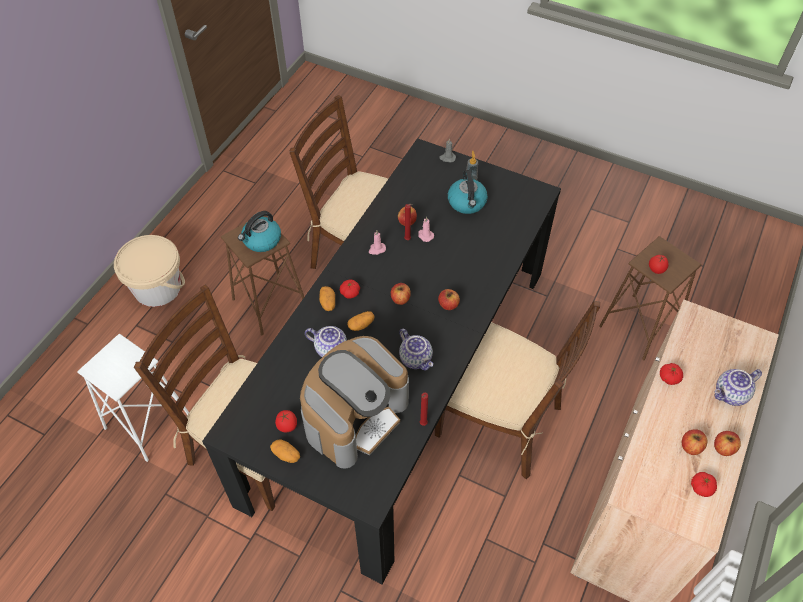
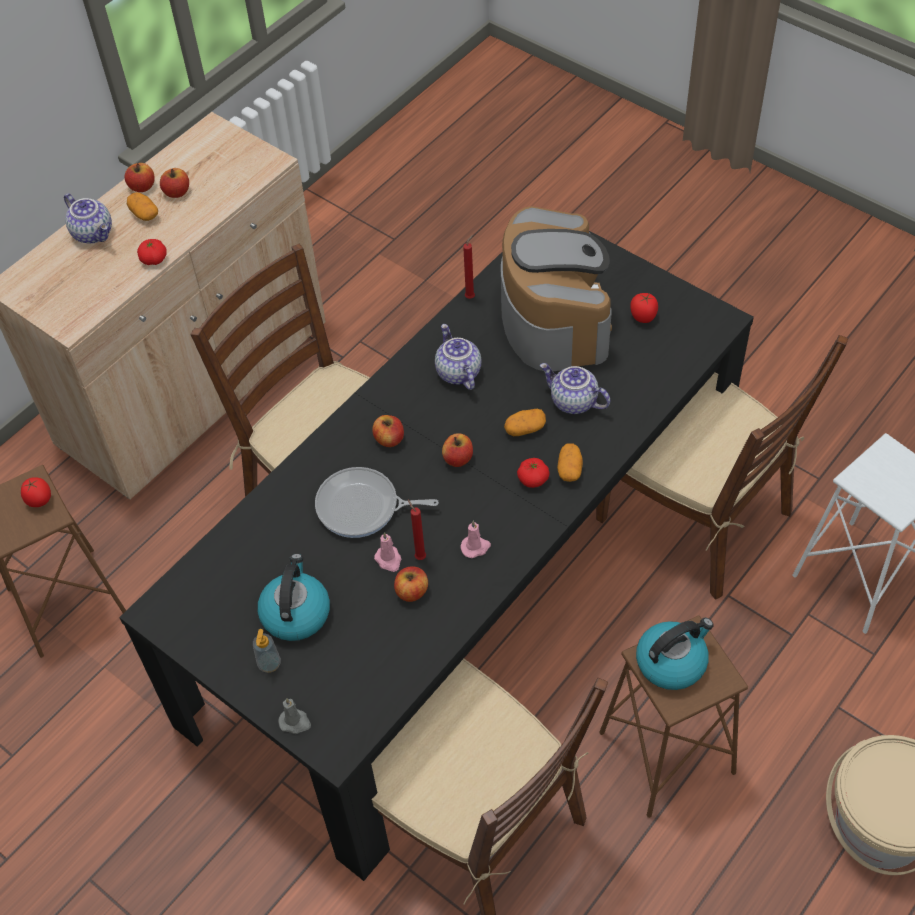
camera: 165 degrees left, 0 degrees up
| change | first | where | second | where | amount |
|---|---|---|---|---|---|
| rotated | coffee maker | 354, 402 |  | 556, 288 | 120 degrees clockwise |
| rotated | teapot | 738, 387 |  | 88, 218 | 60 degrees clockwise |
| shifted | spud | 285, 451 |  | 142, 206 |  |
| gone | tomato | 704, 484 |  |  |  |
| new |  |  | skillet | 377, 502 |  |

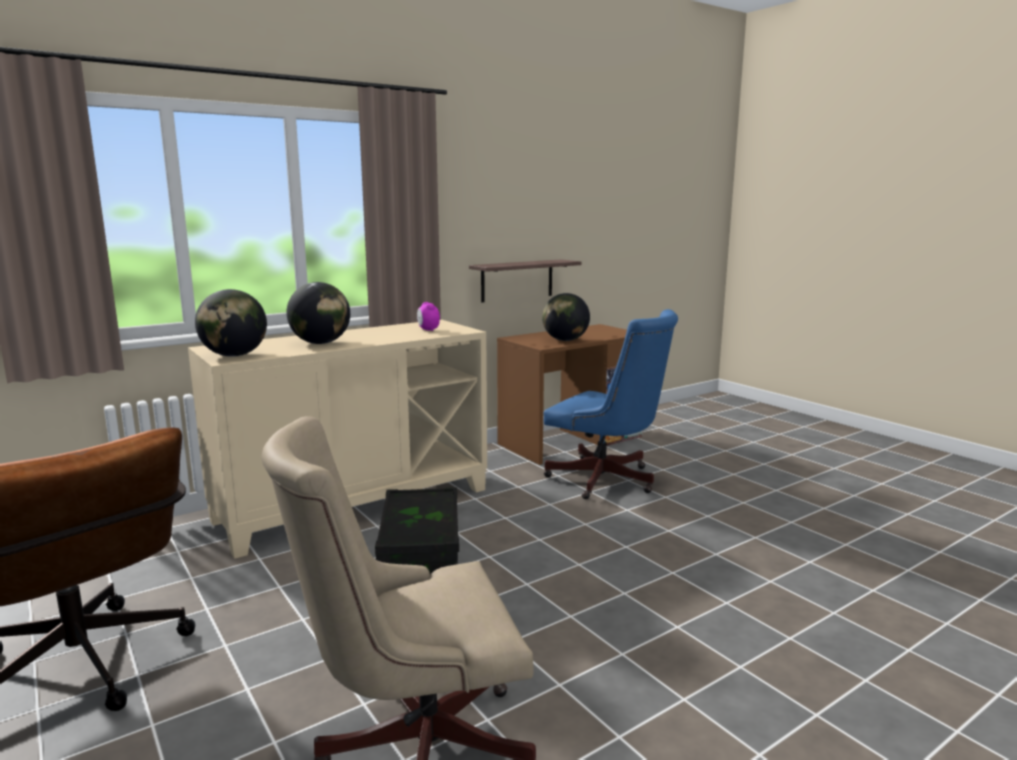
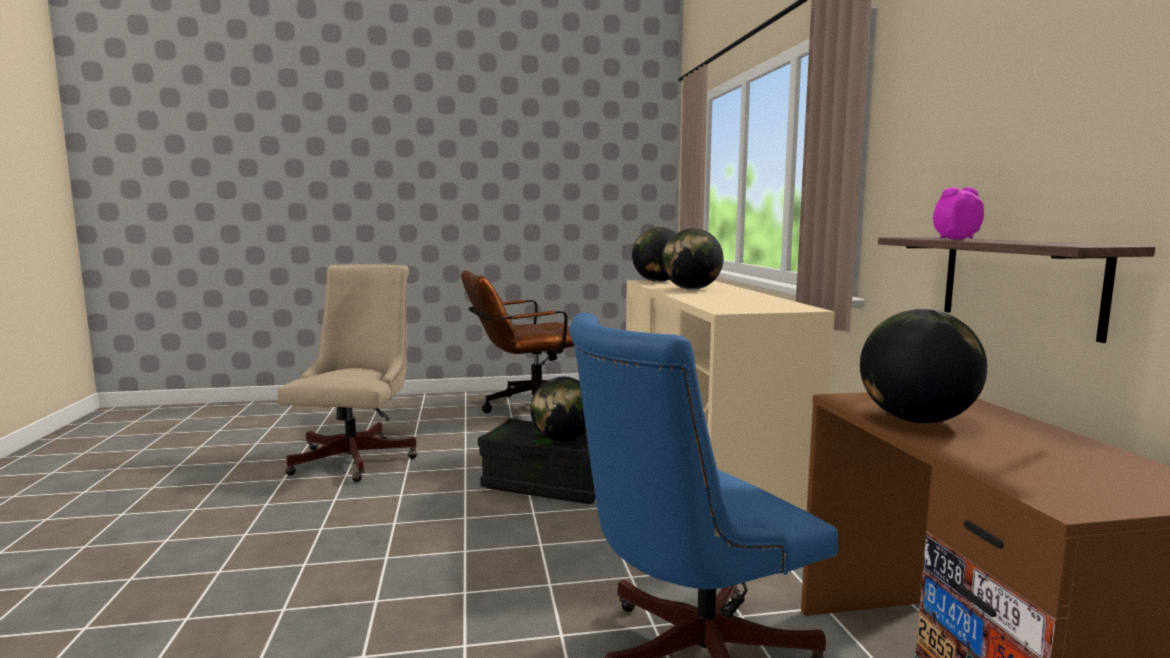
camera: 115 degrees right, 5 degrees down
| change | first | where | second | where | amount |
|---|---|---|---|---|---|
| shifted | bedside clock | 428, 316 |  | 958, 213 |  |
| new |  |  | world globe | 558, 409 |  |

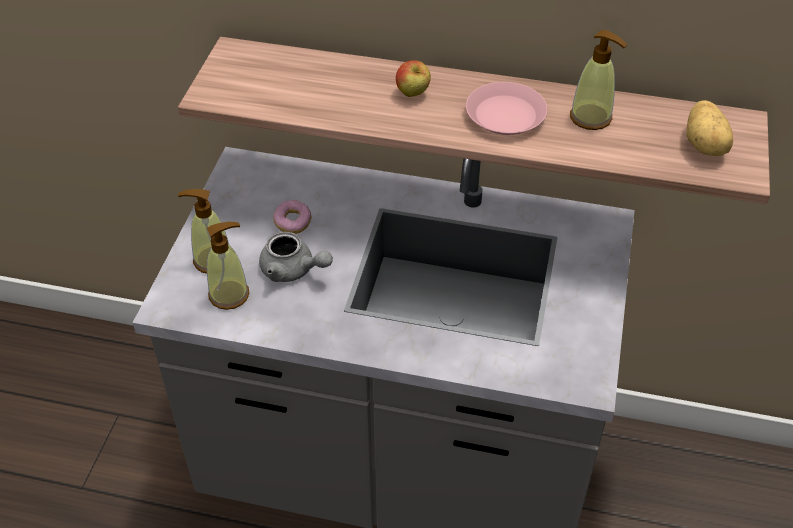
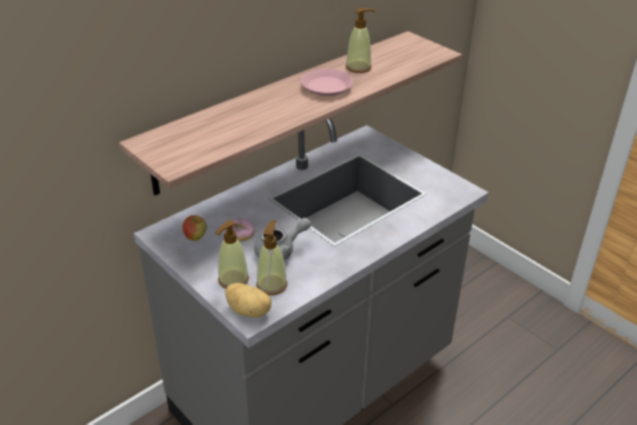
camera: 55 degrees left, 10 degrees down
| change | first | where | second | where | amount |
|---|---|---|---|---|---|
| shifted | whole apple | 413, 78 |  | 195, 228 |  |
| shifted | spud | 709, 128 |  | 248, 300 |  |

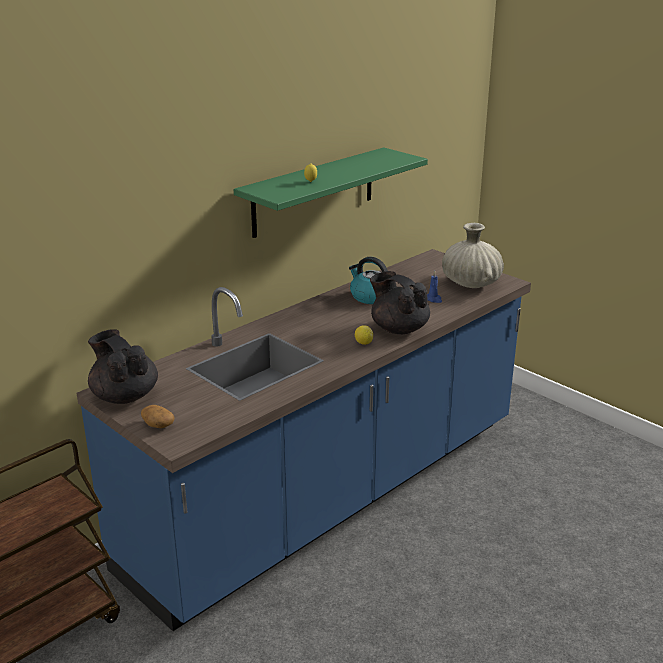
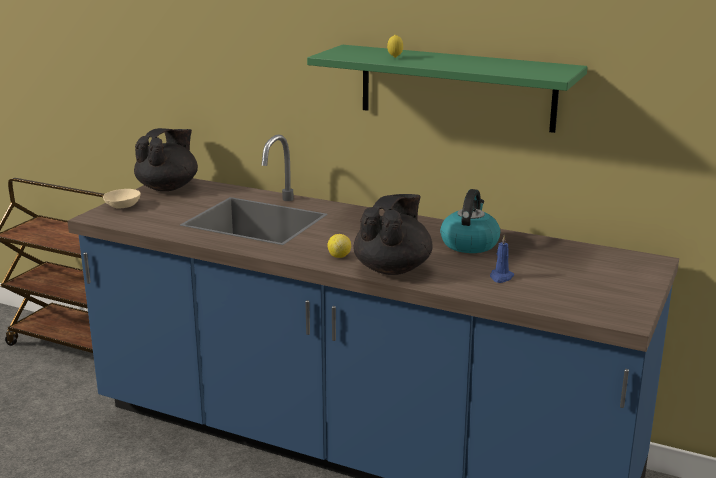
camera: 70 degrees right, 5 degrees down
| change | first | where | second | where | amount |
|---|---|---|---|---|---|
| gone | beige vase | 473, 255 |  |  |  |
| swapped | spud | 158, 416 | beige bowl | 122, 199 |  |

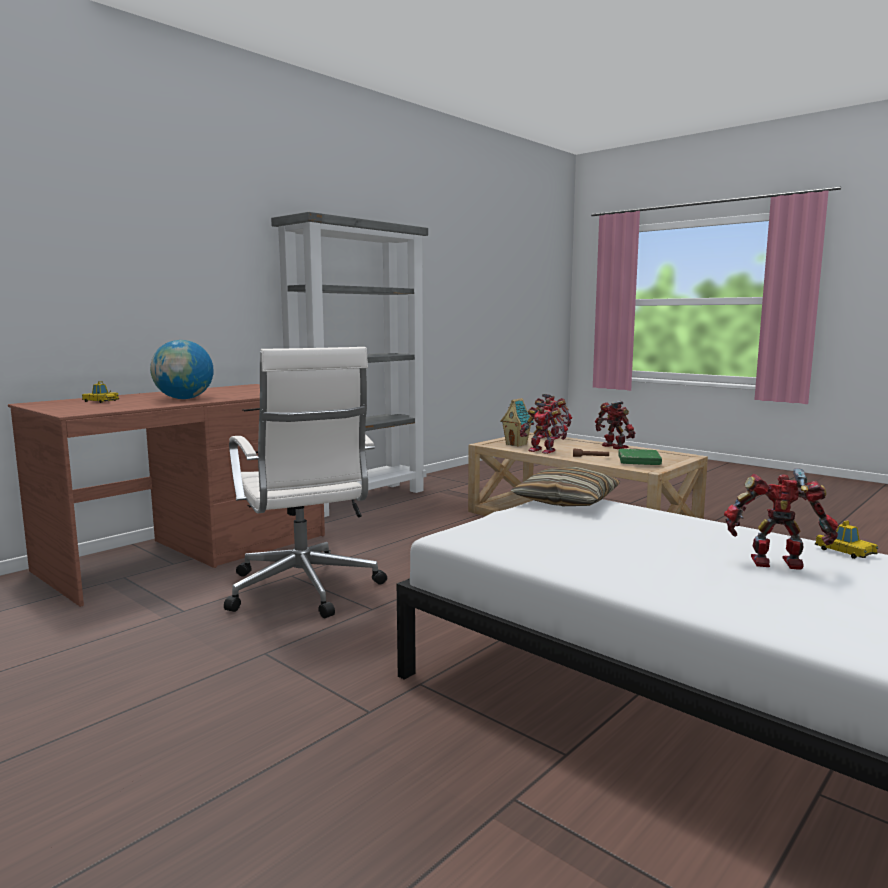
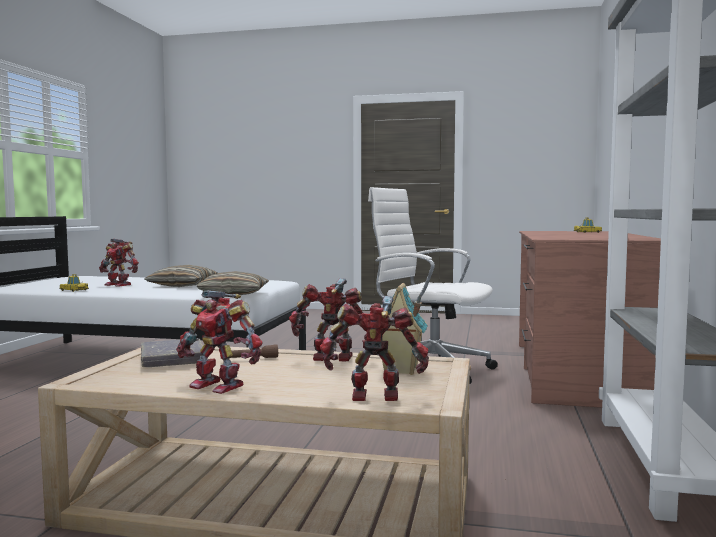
camera: 150 degrees right, 5 degrees down
| change | first | where | second | where | amount |
|---|---|---|---|---|---|
| gone | world globe | 181, 369 |  |  |  |
| repainted | greenish book | 640, 457 | greyish book | 172, 353 |  |
| rotated | toy robot | 781, 519 |  | 119, 262 | 45 degrees clockwise |
| new |  |  | pillow | 180, 276 |  |

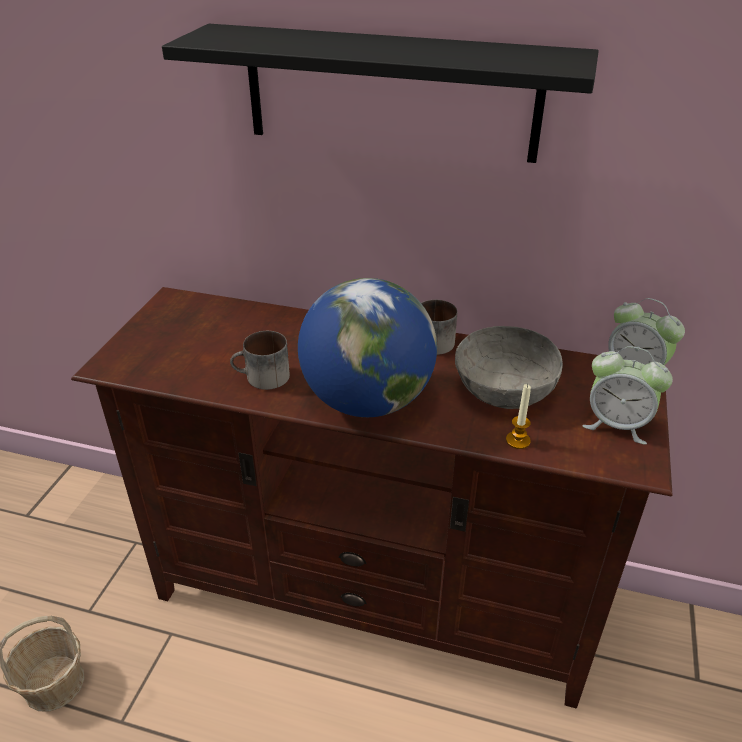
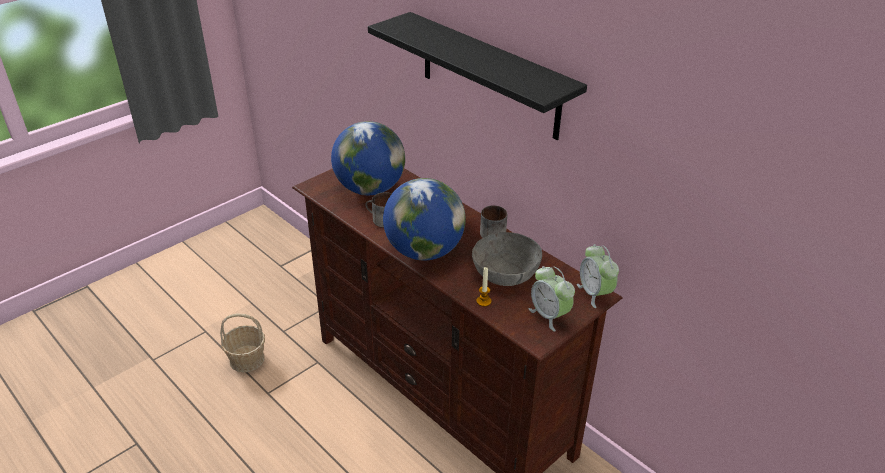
camera: 30 degrees right, 0 degrees up
| change | first | where | second | where | amount |
|---|---|---|---|---|---|
| new |  |  | world globe | 368, 158 |  |

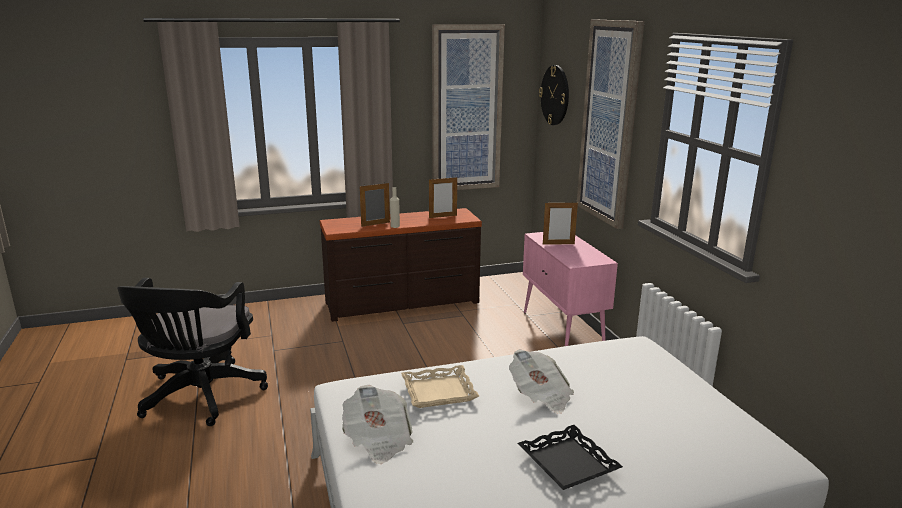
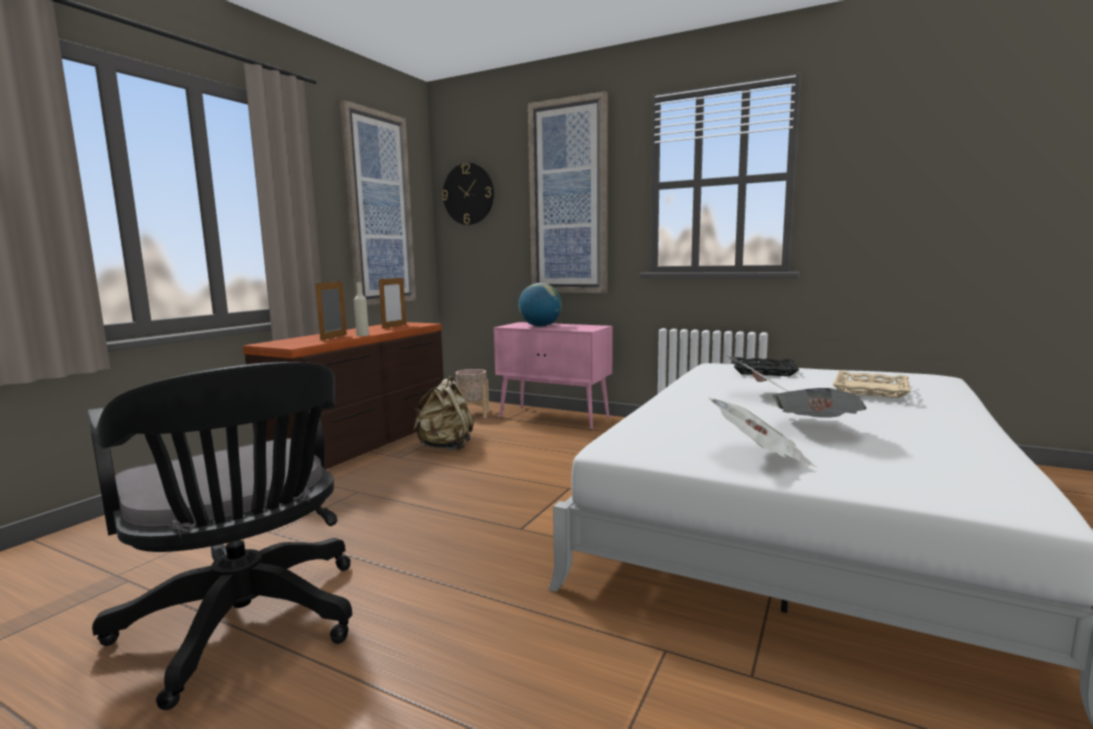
camera: 45 degrees left, 10 degrees down
| change | first | where | second | where | amount |
|---|---|---|---|---|---|
| swapped | standing frame | 560, 223 | world globe | 540, 305 |  |
| shifted | beige tray | 440, 386 |  | 871, 384 |  |
| shifted | black tray | 570, 457 |  | 766, 366 |  |
| new |  |  | beige planter | 472, 393 |  |
| new |  |  | beige knapsack | 443, 413 |  |
| new |  |  | daily paper | 819, 403 |  |

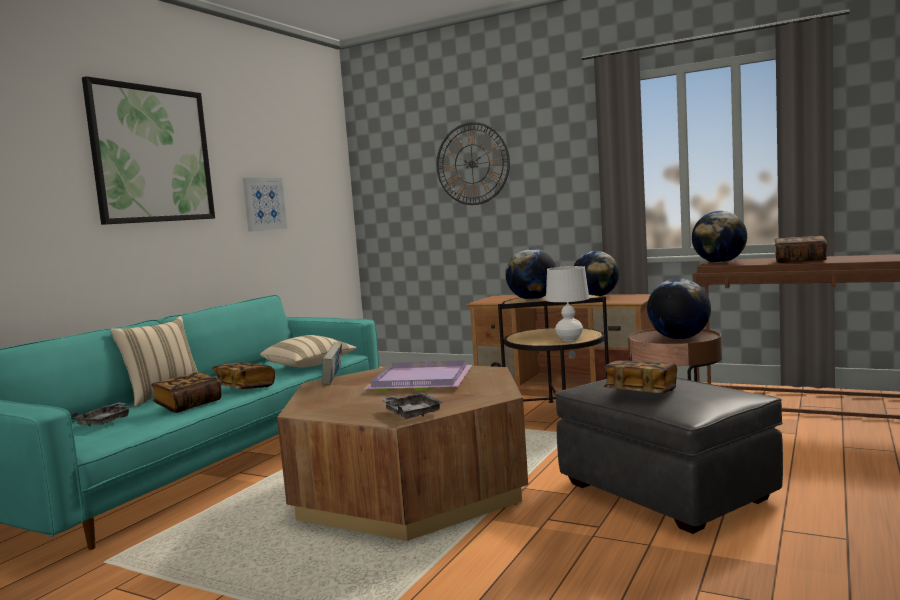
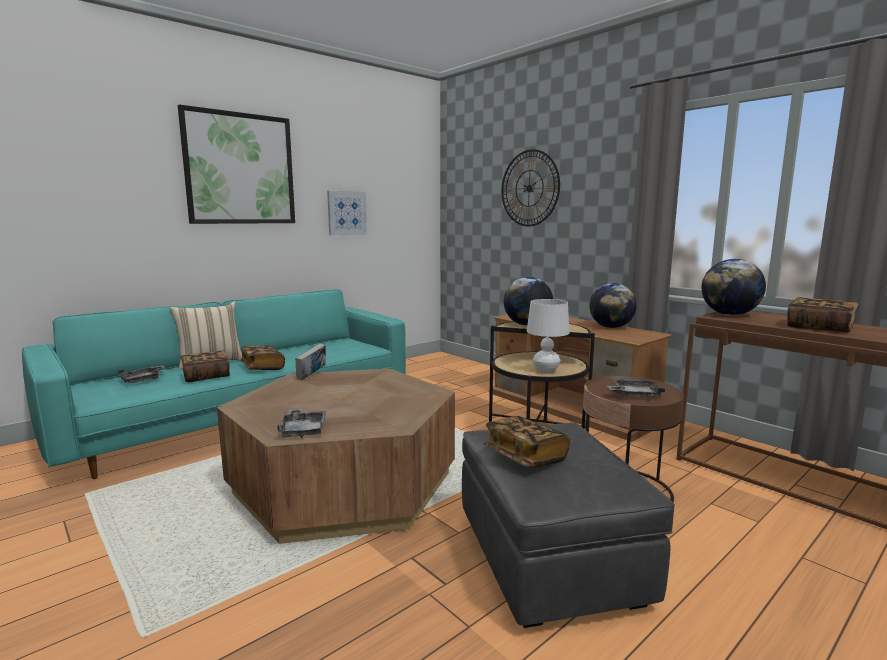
camera: 20 degrees right, 5 degrees up
| change | first | where | second | where | amount |
|---|---|---|---|---|---|
| swapped | world globe | 679, 308 | greyish tray | 636, 388 |  |
| gone | beige pillow | 308, 351 |  |  |  |
| gone | purple tray | 418, 376 |  |  |  |

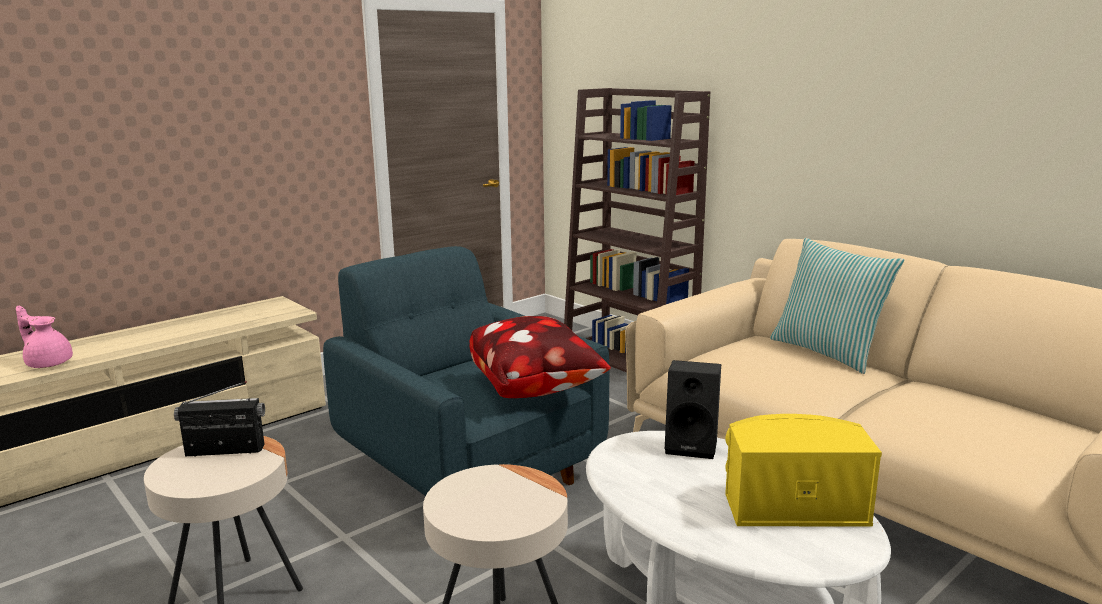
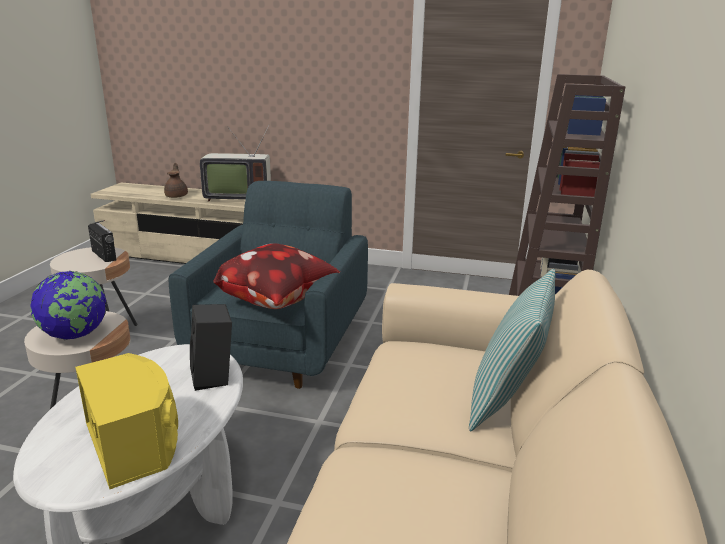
camera: 55 degrees right, 5 degrees up
| change | first | where | second | where | amount |
|---|---|---|---|---|---|
| repainted | pinkish teapot | 44, 337 | brownish teapot | 176, 180 |  |
| new |  |  | television | 235, 163 |  |
| new |  |  | world globe | 68, 305 |  |

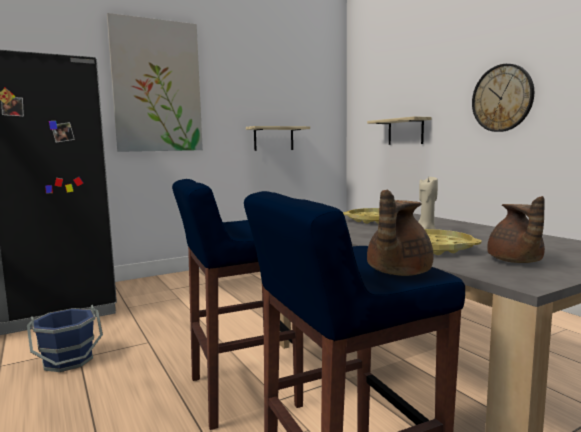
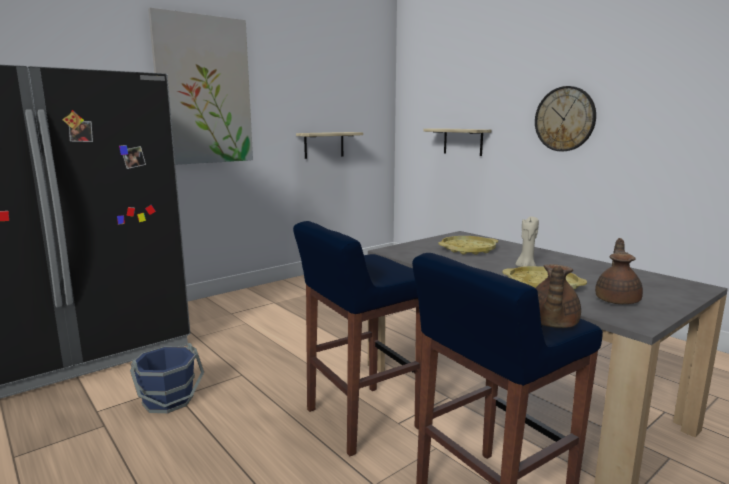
camera: 10 degrees left, 5 degrees up
| change | first | where | second | where | amount |
|---|---|---|---|---|---|
| rotated | brownish teapot | 516, 229 |  | 619, 271 | 150 degrees counterclockwise |

